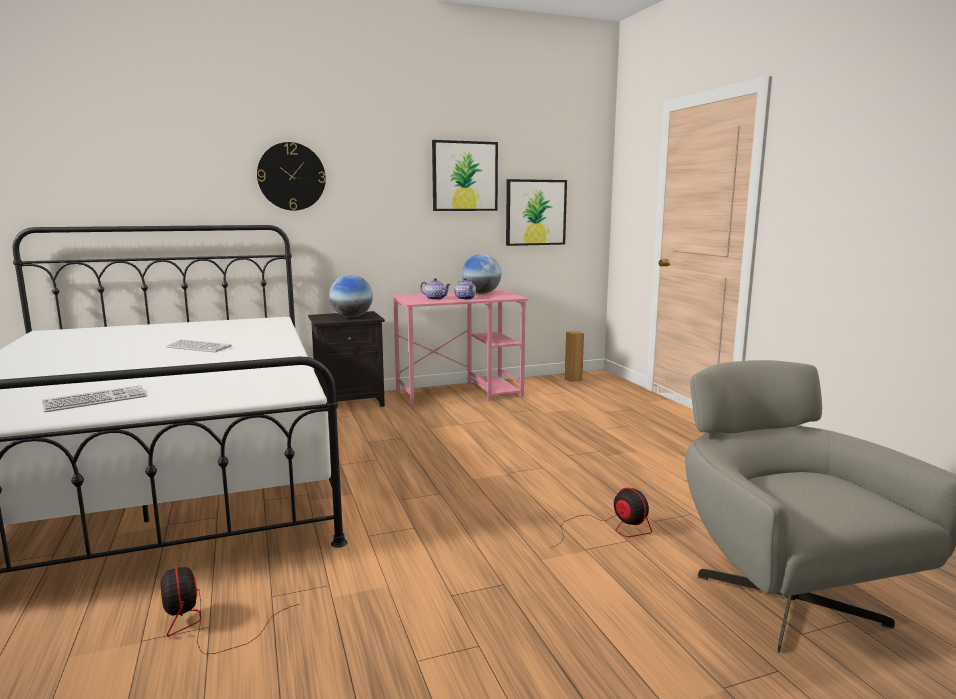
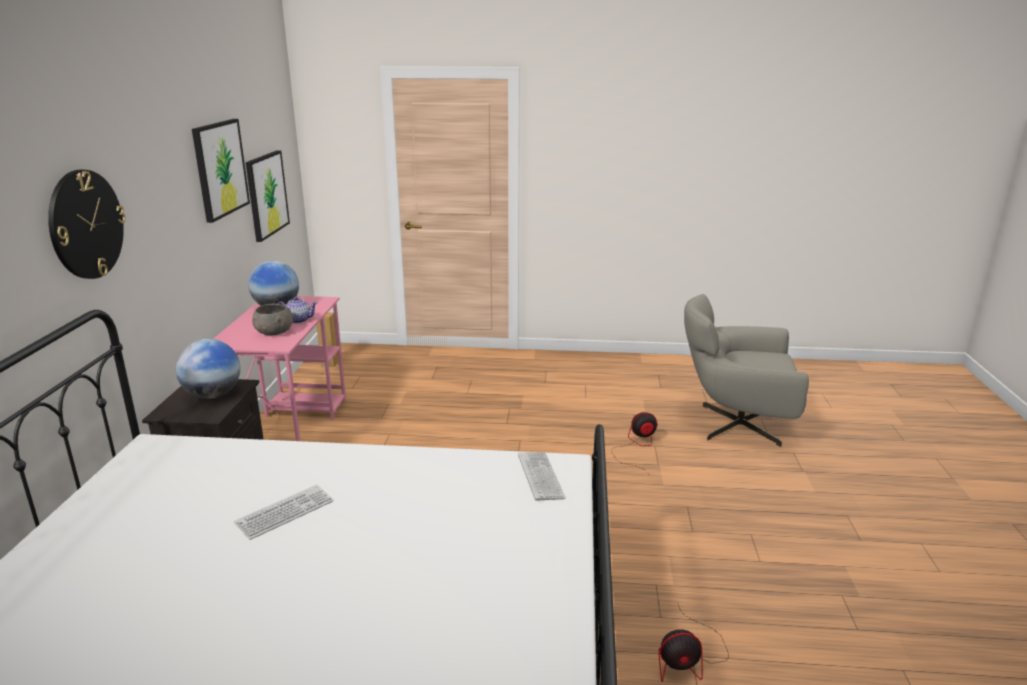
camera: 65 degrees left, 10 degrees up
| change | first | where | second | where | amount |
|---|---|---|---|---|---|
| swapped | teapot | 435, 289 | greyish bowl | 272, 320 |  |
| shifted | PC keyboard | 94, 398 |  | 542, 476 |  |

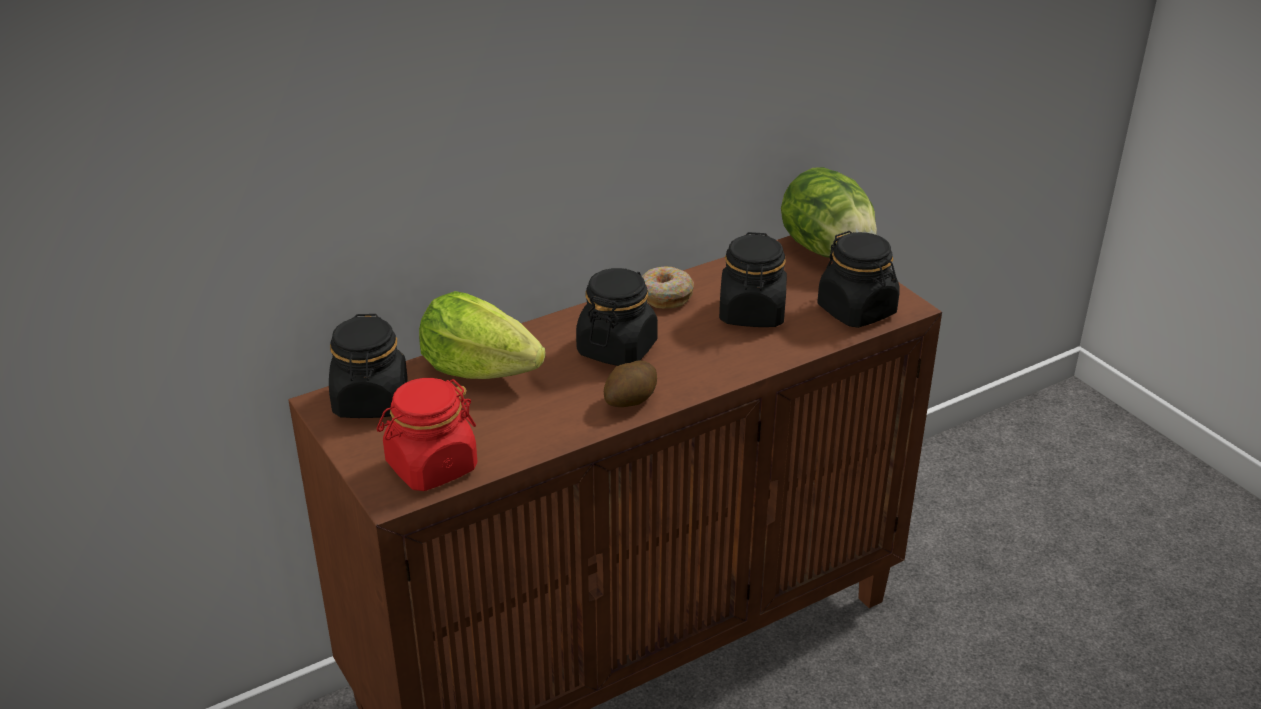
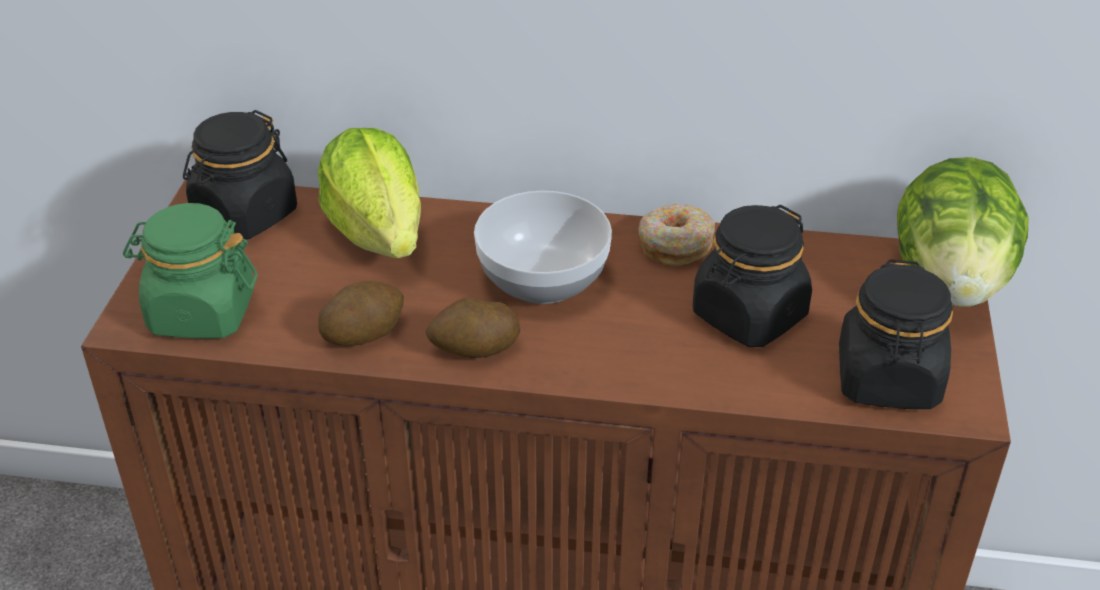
camera: 40 degrees right, 5 degrees up
| change | first | where | second | where | amount |
|---|---|---|---|---|---|
| swapped | black preserve jar | 617, 317 | bowl | 543, 247 |  |
| repainted | red-coloured preserve jar | 427, 434 | greenish preserve jar | 190, 271 |  |
| new |  |  | spud | 361, 313 |  |

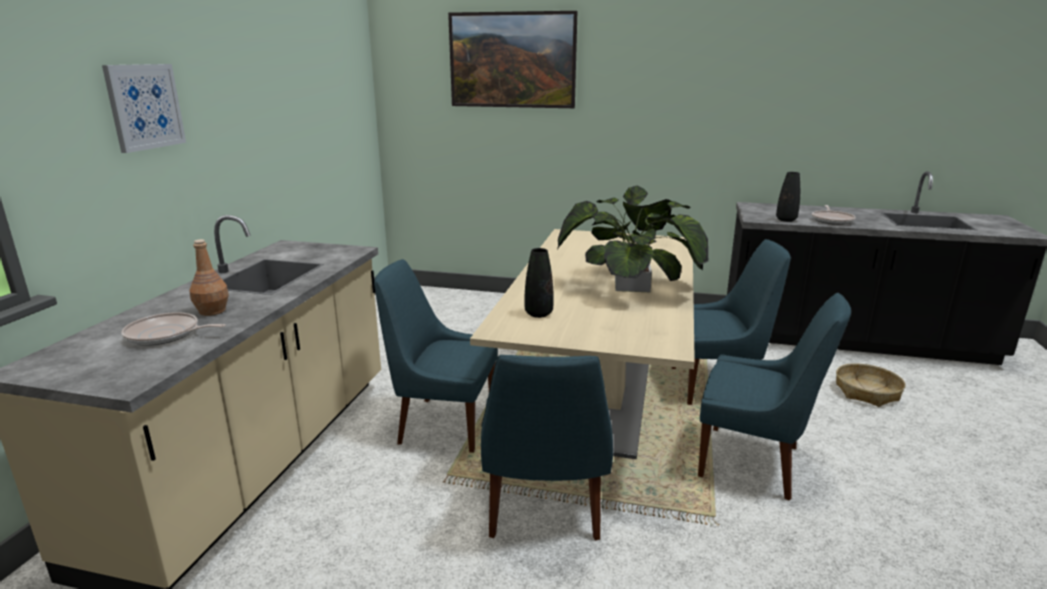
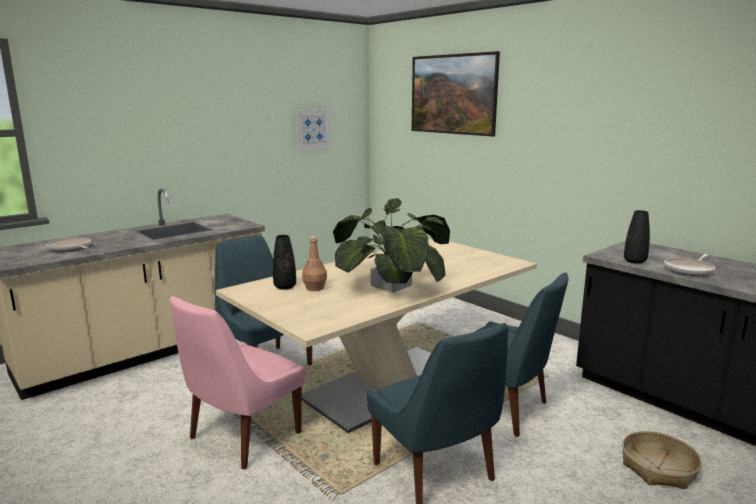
camera: 35 degrees right, 5 degrees down
| change | first | where | second | where | amount |
|---|---|---|---|---|---|
| shifted | picture | 144, 108 |  | 313, 129 |  |
| shifted | brownish beverage bottle | 209, 277 |  | 314, 263 |  |
| repainted | bluish chair | 547, 448 | pinkish chair | 237, 383 |  |

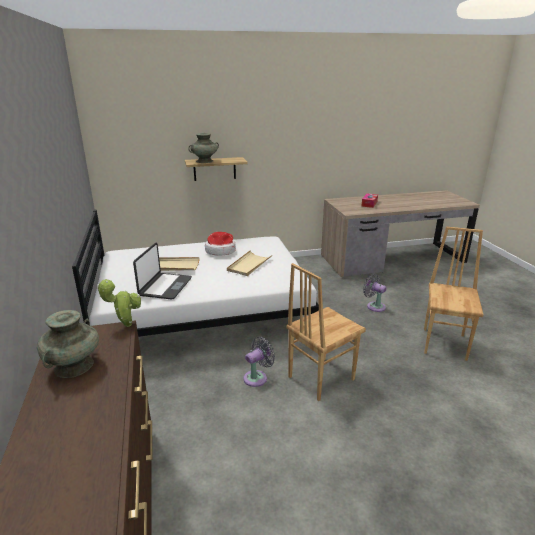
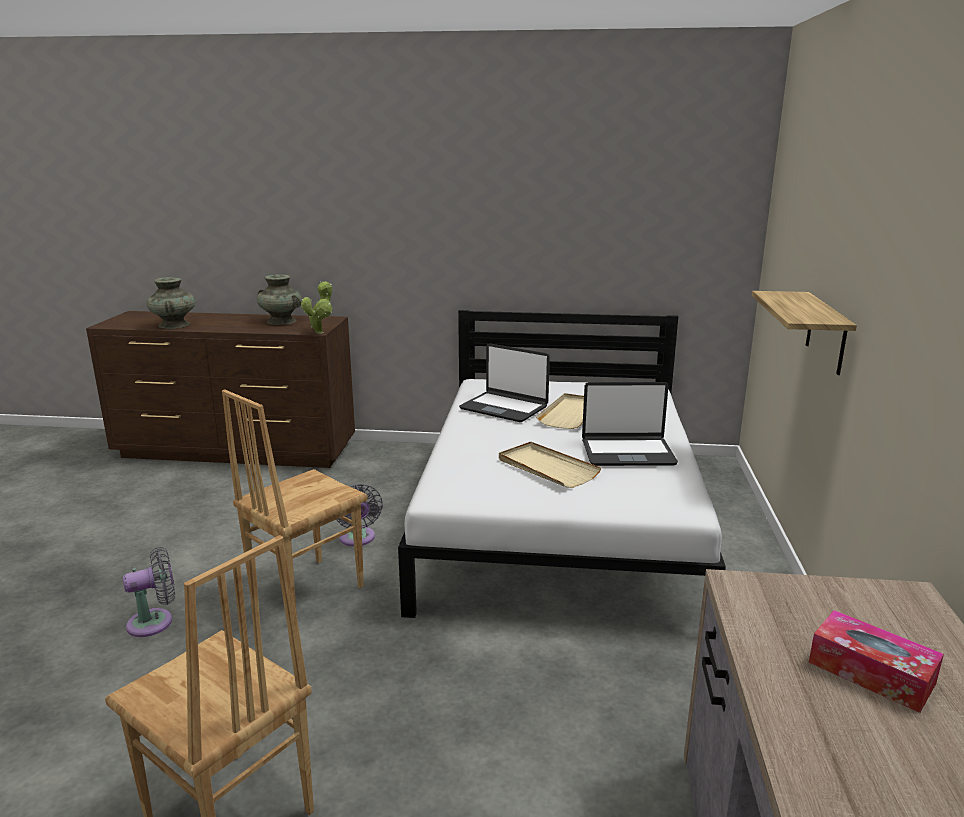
camera: 110 degrees right, 5 degrees down
| change | first | where | second | where | amount |
|---|---|---|---|---|---|
| shifted | blue-green vase | 203, 148 |  | 171, 303 |  |
| swapped | hat | 220, 244 | portable computer | 630, 424 |  |
| rotated | brownish chair | 326, 332 |  | 294, 502 | 120 degrees counterclockwise |
| shifted | greyish cooling fan | 375, 293 |  | 149, 592 |  |

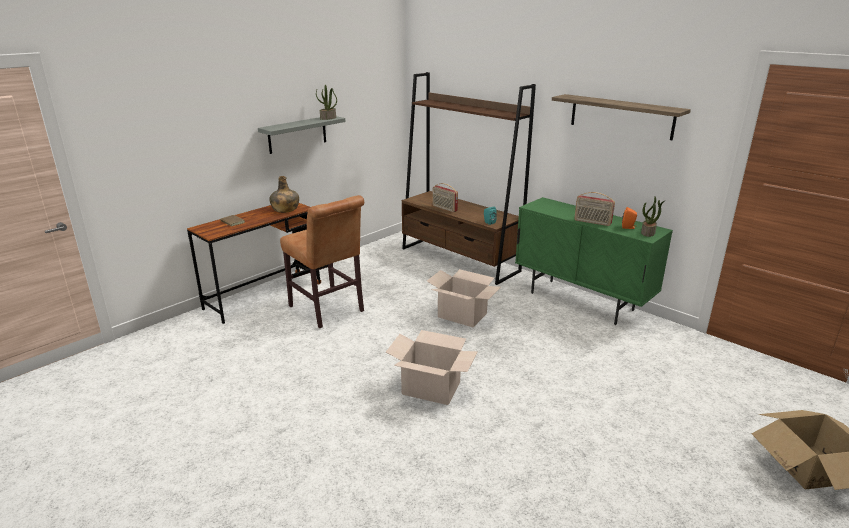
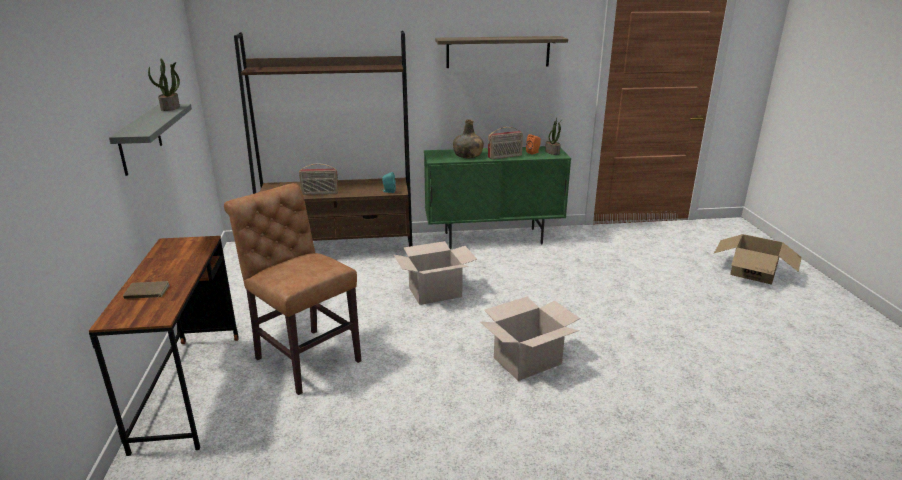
camera: 50 degrees left, 0 degrees up
| change | first | where | second | where | amount |
|---|---|---|---|---|---|
| shifted | greenish beverage bottle | 284, 194 |  | 468, 138 |  |
| rotated | brownish chair | 322, 261 |  | 292, 289 | 135 degrees counterclockwise |

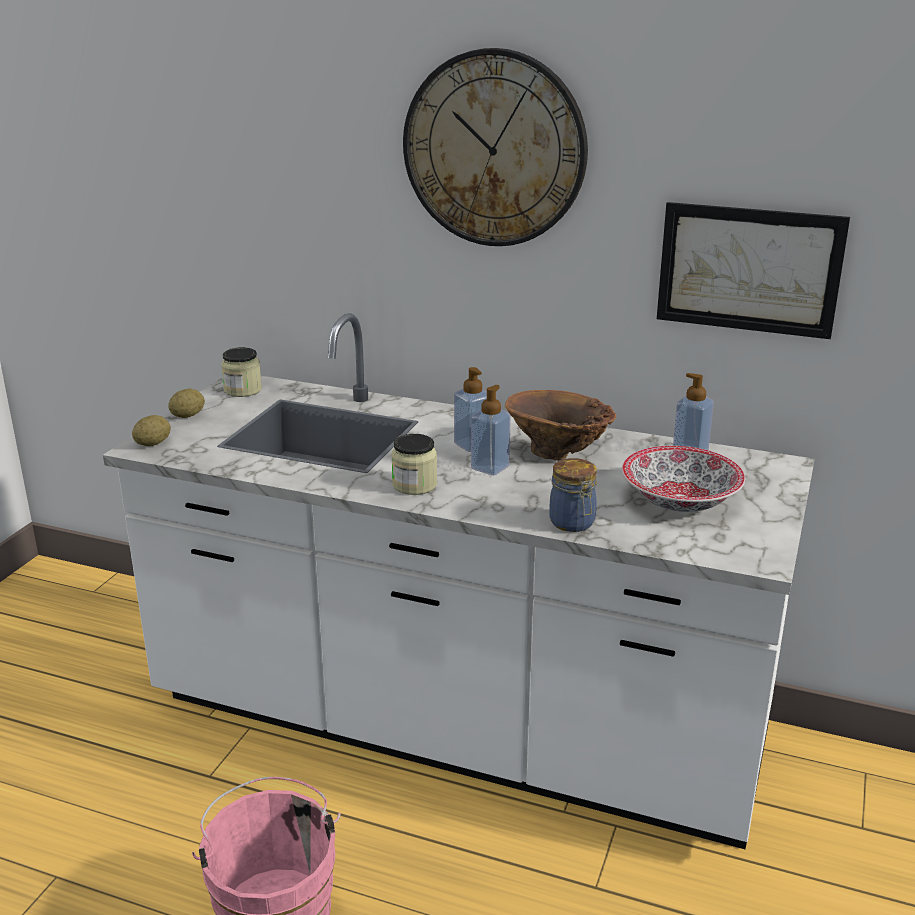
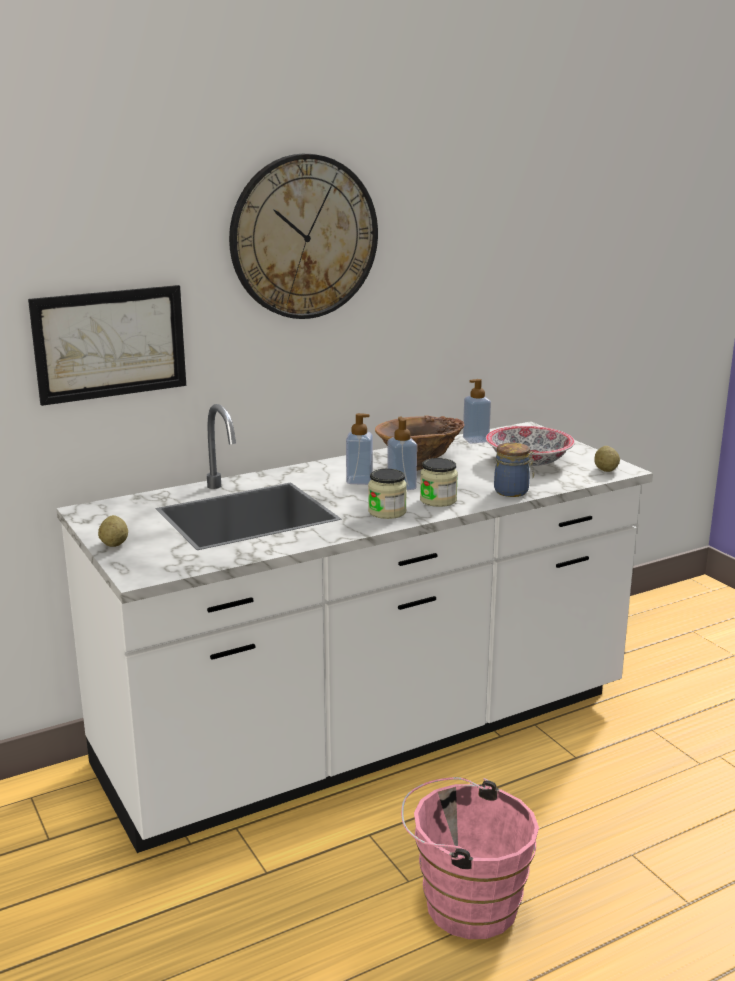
camera: 50 degrees left, 5 degrees down
| change | first | where | second | where | amount |
|---|---|---|---|---|---|
| shifted | picture | 753, 270 |  | 107, 345 |  |
| shifted | preserve jar | 241, 372 |  | 439, 482 |  |
| shifted | spud | 151, 430 |  | 607, 459 |  |

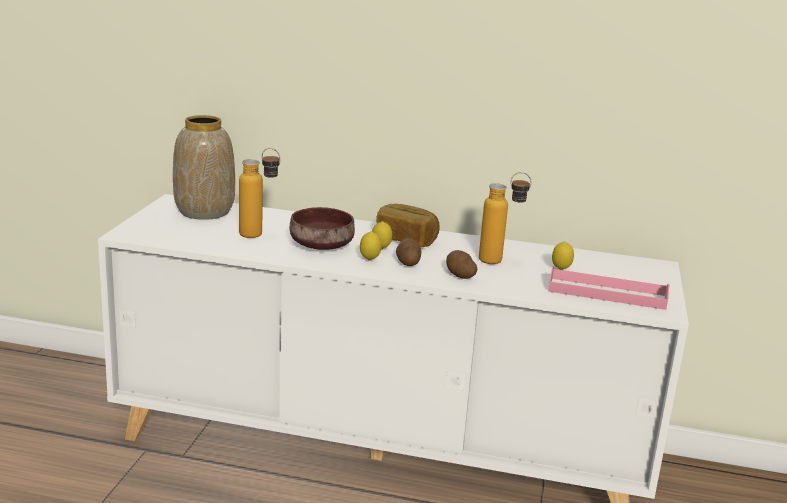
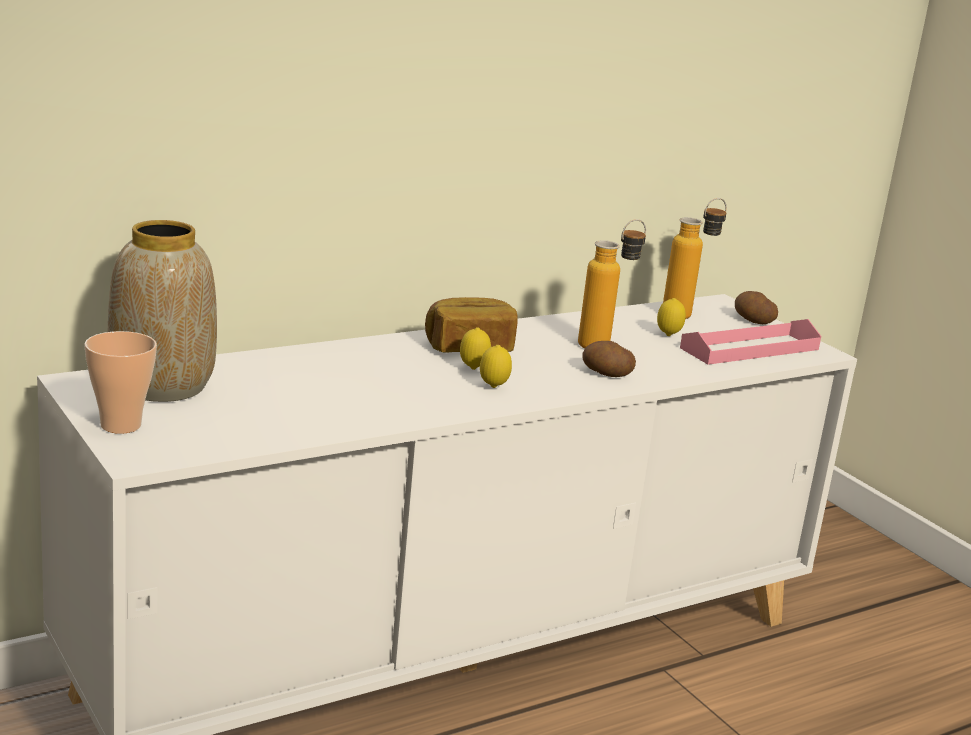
camera: 45 degrees left, 0 degrees up
| change | first | where | second | where | amount |
|---|---|---|---|---|---|
| shifted | beverage bottle | 259, 193 |  | 695, 258 |  |
| gone | brownish bowl | 322, 228 |  |  |  |
| shifted | spud | 408, 252 |  | 756, 307 |  |
| new |  |  | small cup | 120, 382 |  |

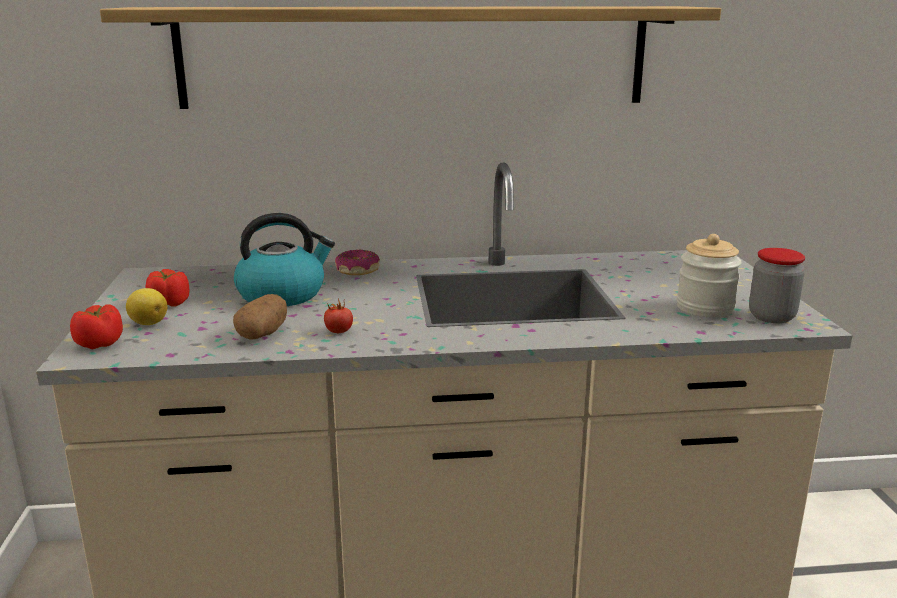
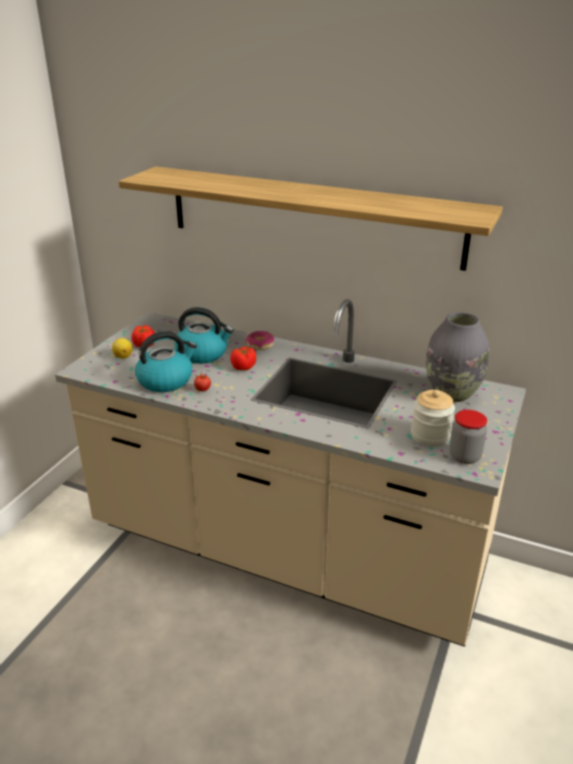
camera: 30 degrees right, 10 degrees up
| change | first | where | second | where | amount |
|---|---|---|---|---|---|
| swapped | spud | 260, 317 | kettle | 166, 361 |  |
| shifted | tomato | 96, 326 |  | 243, 358 |  |
| new |  |  | greyish vase | 457, 357 |  |

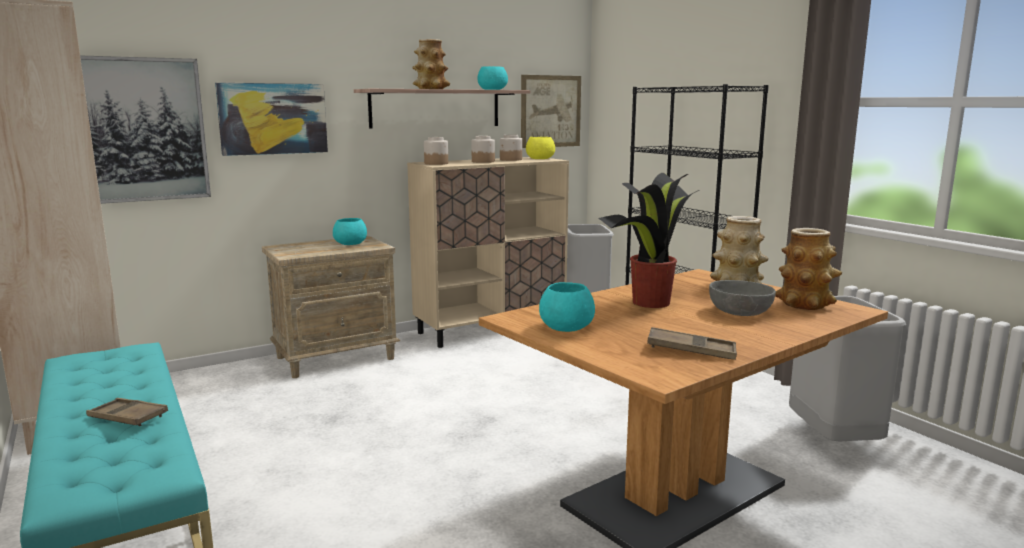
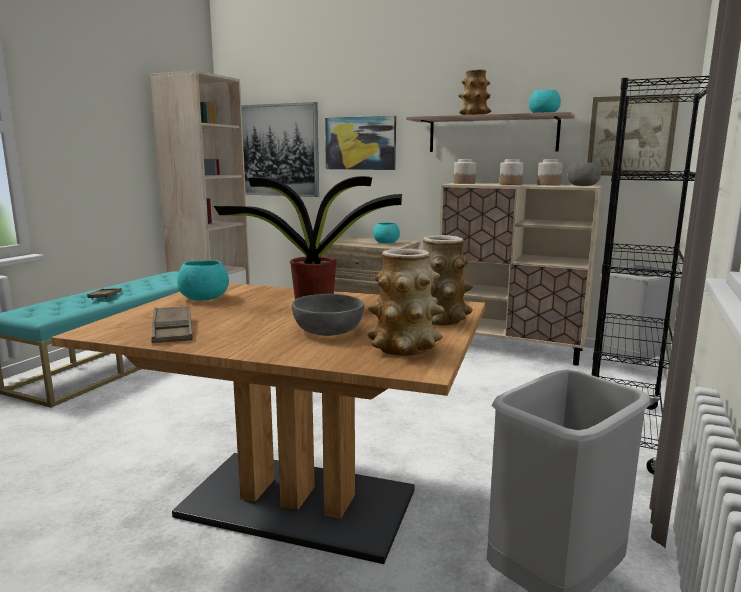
camera: 55 degrees right, 0 degrees up
| change | first | where | second | where | amount |
|---|---|---|---|---|---|
| repainted | yellow-coloured bowl | 540, 148 | greyish bowl | 584, 174 |  |

